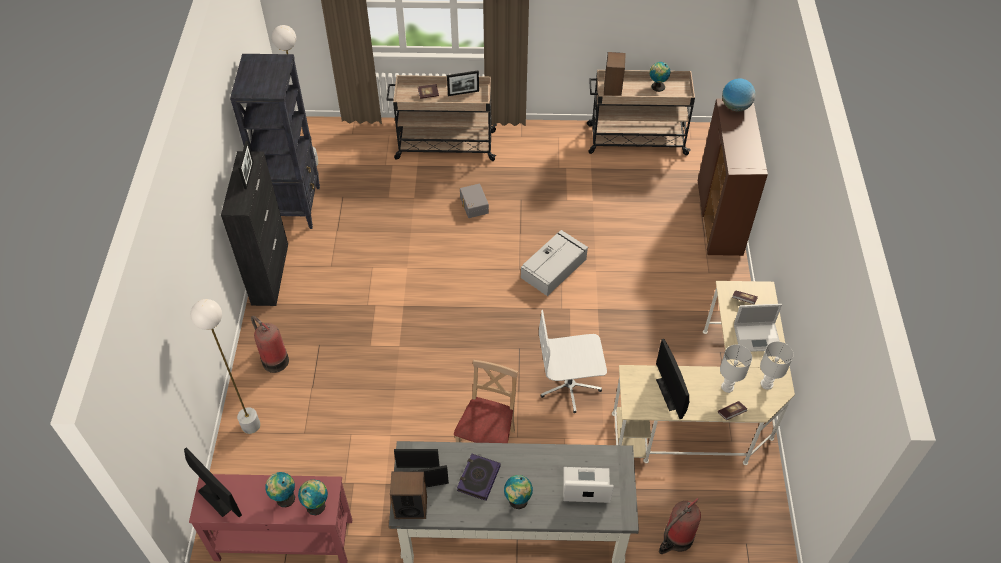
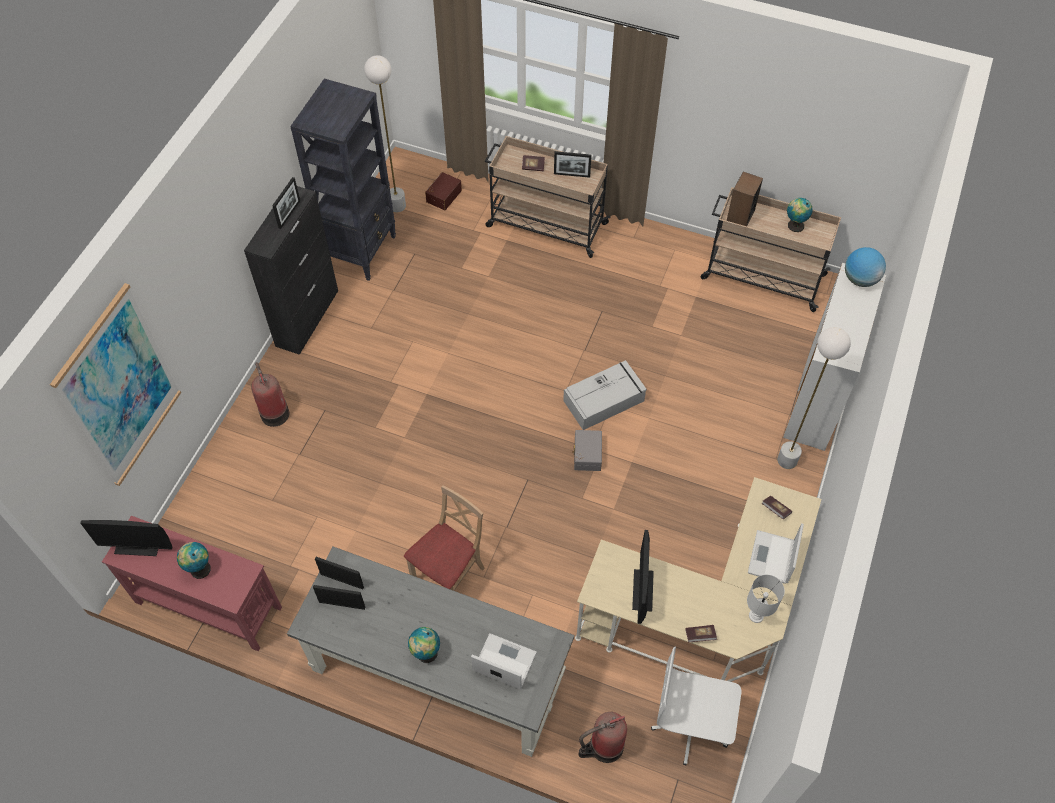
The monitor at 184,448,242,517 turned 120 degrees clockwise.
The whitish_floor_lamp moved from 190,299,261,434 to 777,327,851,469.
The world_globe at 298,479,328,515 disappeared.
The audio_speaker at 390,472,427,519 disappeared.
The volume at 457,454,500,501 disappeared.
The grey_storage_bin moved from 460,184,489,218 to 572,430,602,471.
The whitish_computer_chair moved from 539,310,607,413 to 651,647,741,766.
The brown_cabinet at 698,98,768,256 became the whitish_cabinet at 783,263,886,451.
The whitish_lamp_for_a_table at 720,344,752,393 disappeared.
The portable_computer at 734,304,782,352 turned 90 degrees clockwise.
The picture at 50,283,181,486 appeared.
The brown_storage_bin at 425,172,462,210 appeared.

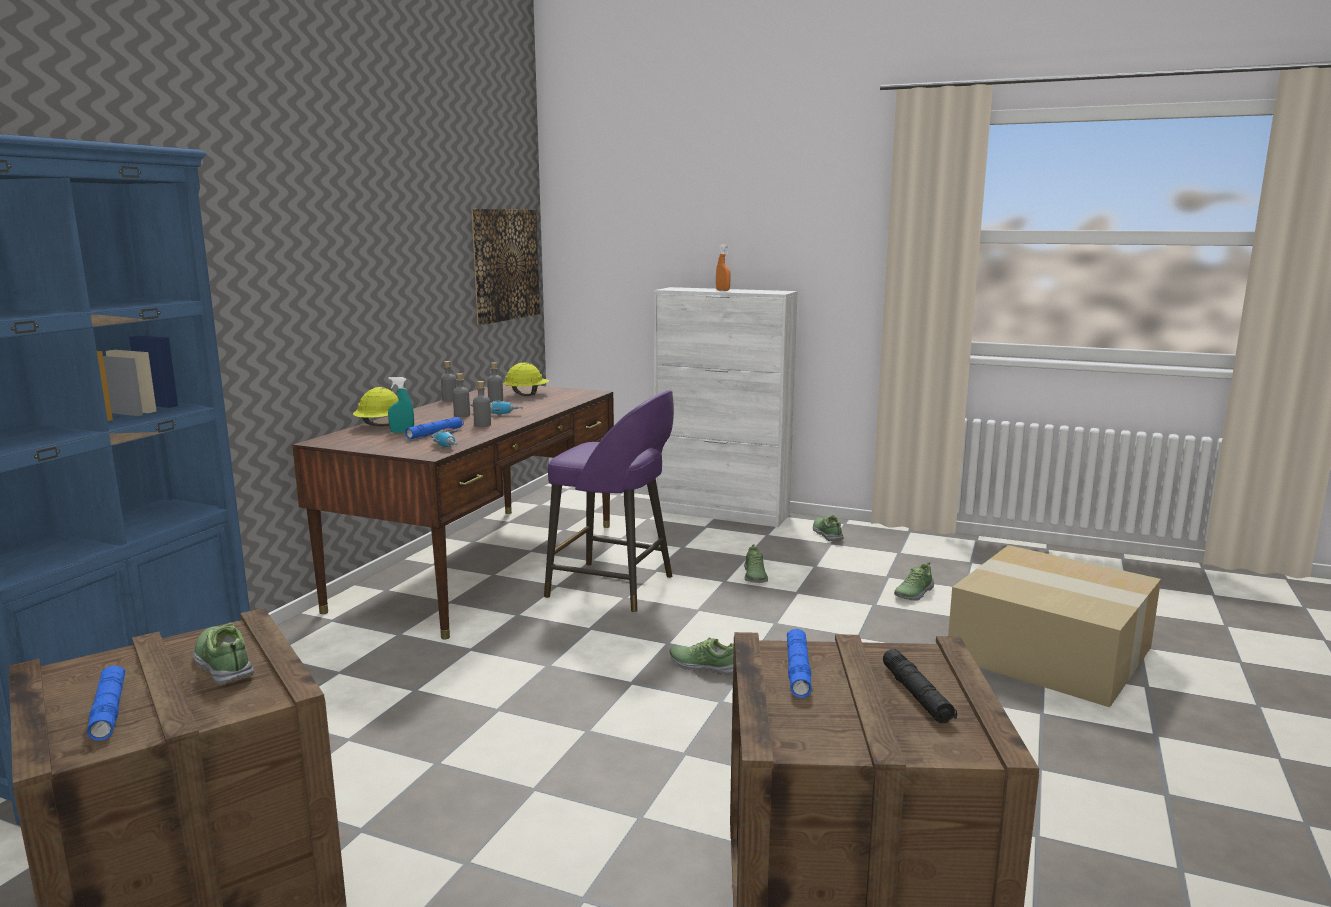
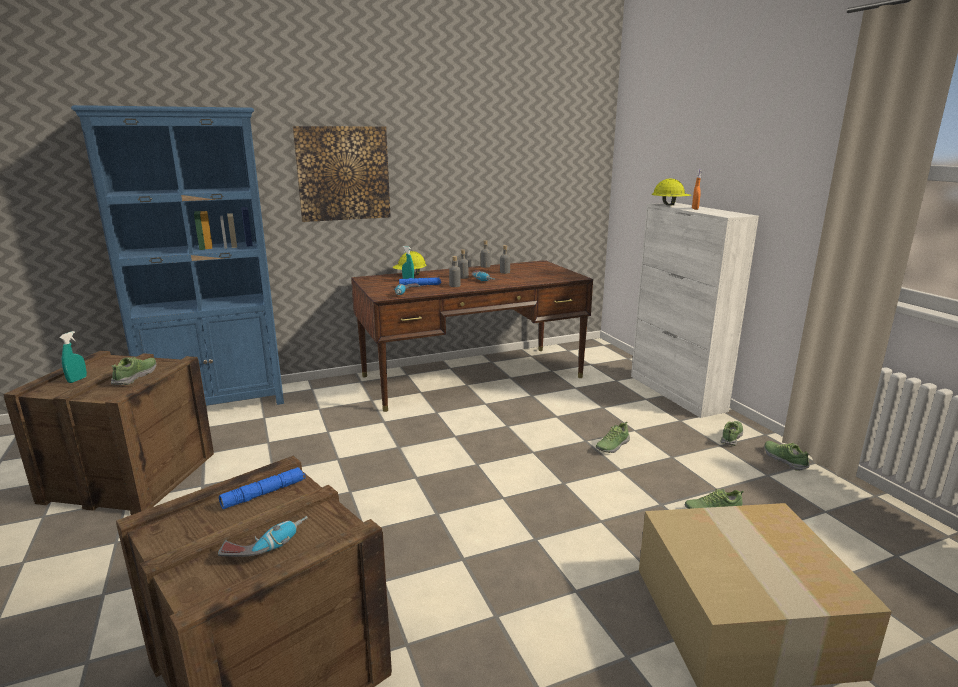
The blue_hand_torch at 87,665,125,741 was replaced by the turquoise-coloured_spray_bottle at 59,331,87,383.
The picture moved from 472,209,540,325 to 293,126,391,222.
The yellowish_hard_hat moved from 504,363,549,396 to 652,178,691,206.
The purple-coloured_stool_seat at 544,390,674,613 disappeared.
The item_of_footwear moved from 670,637,734,675 to 764,441,810,471.
The black-coloured_hand_torch at 883,649,957,723 was replaced by the drill at 218,516,308,557.

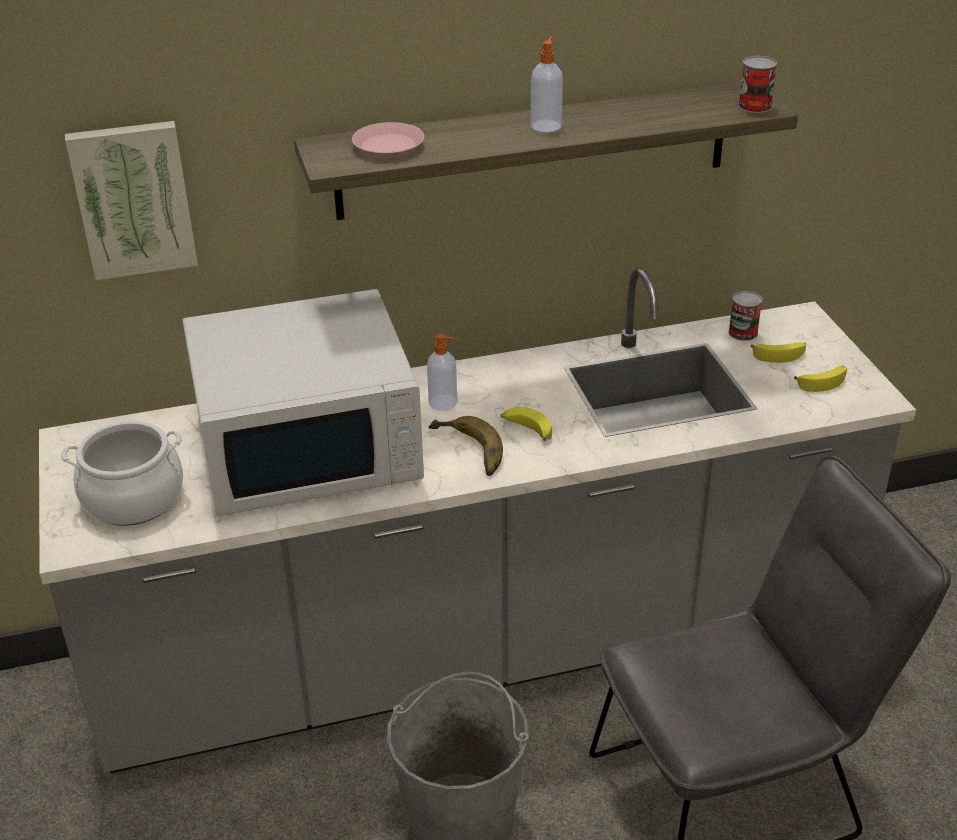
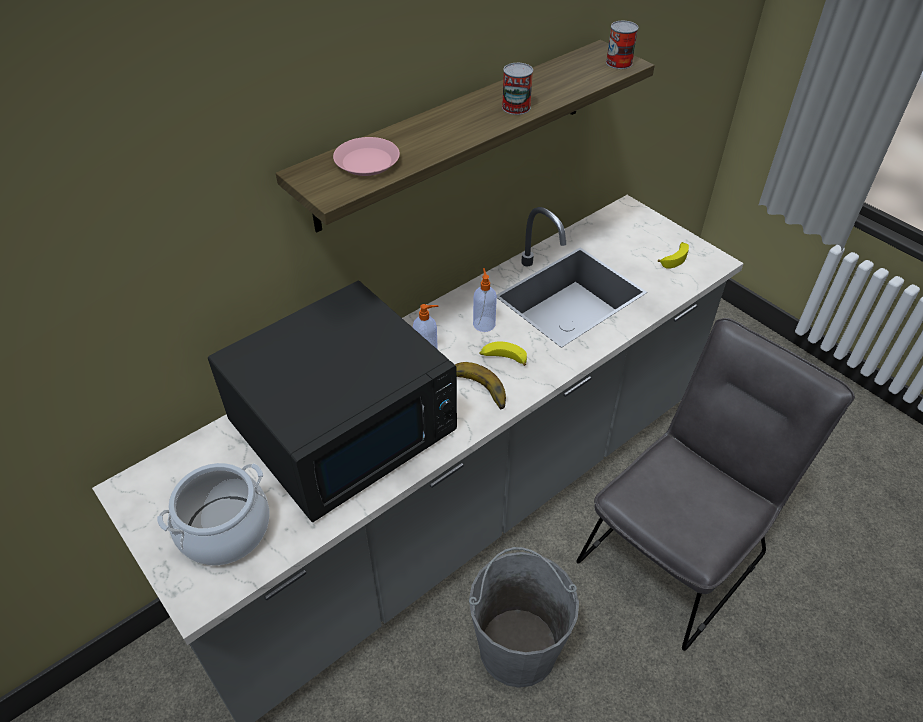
The picture at 65,121,198,280 disappeared.
The whitish_kitchen_microwave at 182,289,424,516 became the black-coloured_kitchen_microwave at 208,280,457,522.
The soap_bottle moved from 531,36,563,132 to 473,268,497,332.
The sealed_can moved from 728,291,762,341 to 502,63,533,115.
The banana_fruit at 750,342,806,363 disappeared.

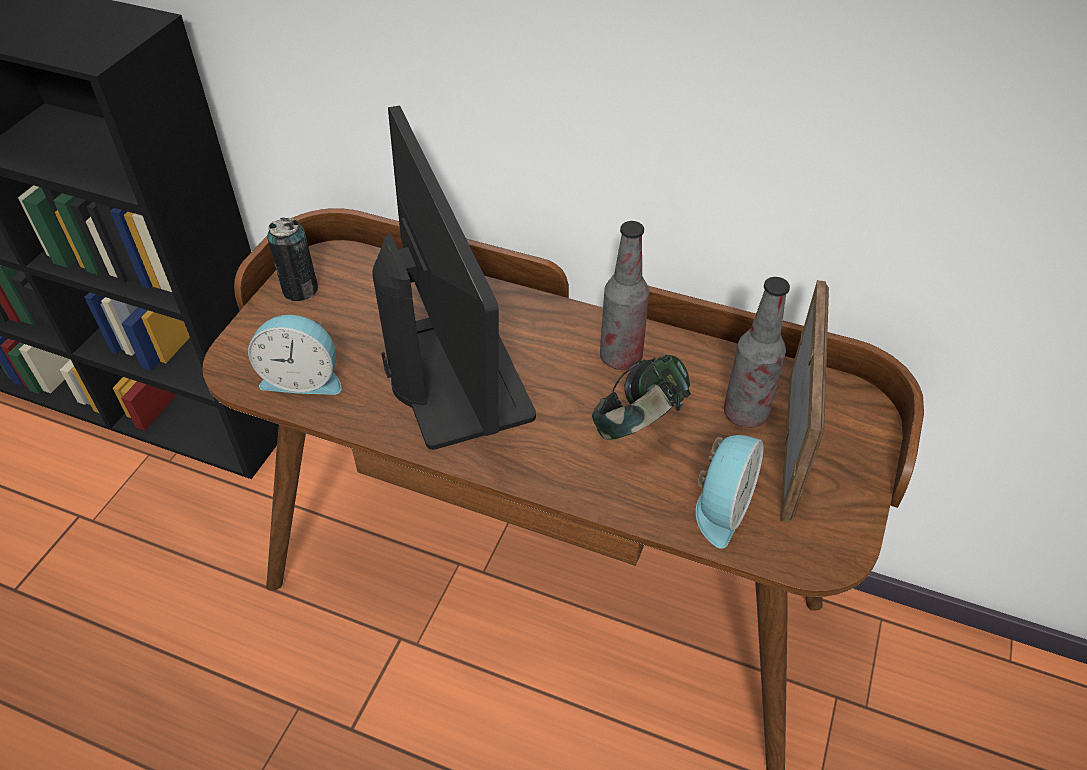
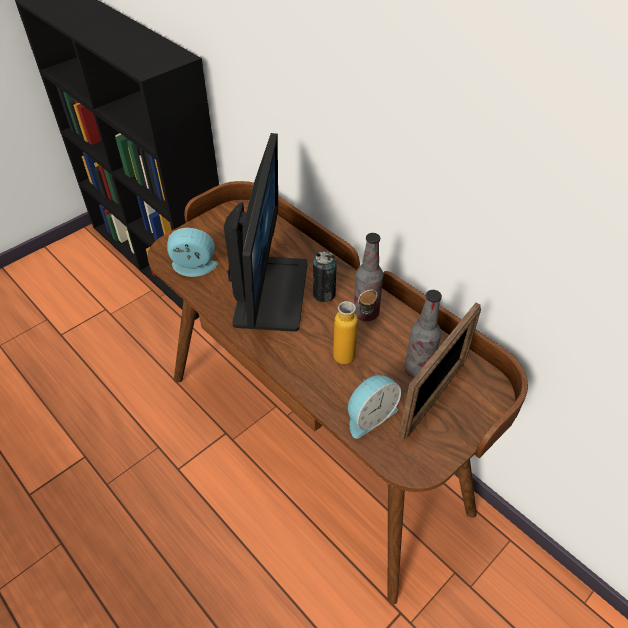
The alarm_clock at 248,315,342,395 turned 150 degrees clockwise.
The sealed_can moved from 267,218,318,301 to 313,251,337,302.
The pair_of_headphones at 592,355,691,440 was replaced by the drink_bottle at 333,289,377,364.

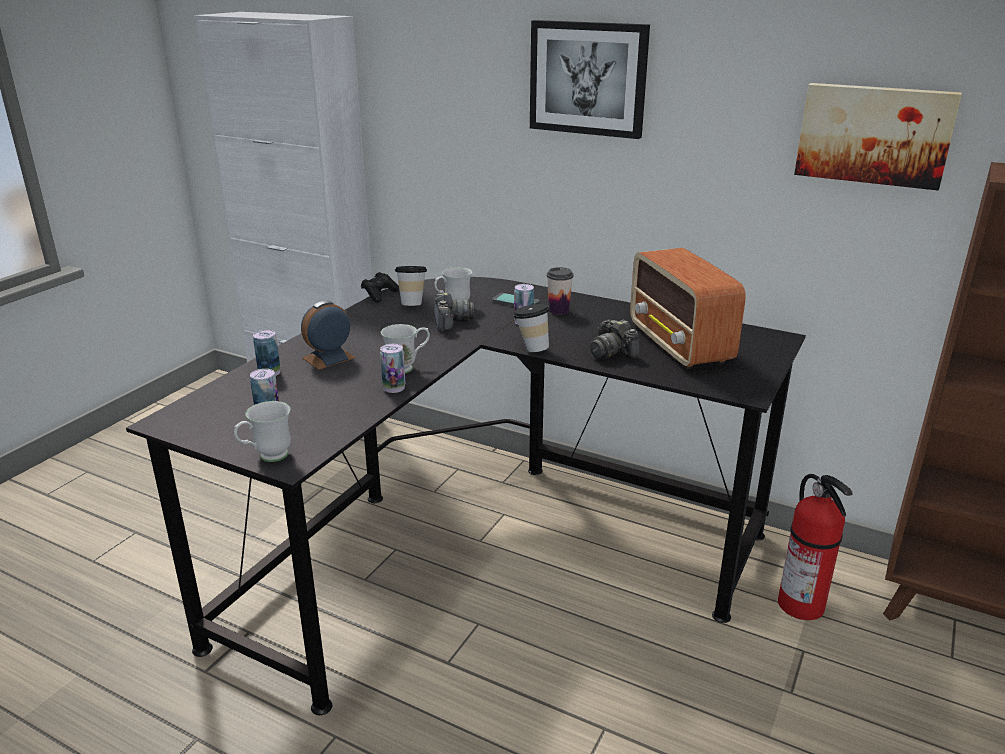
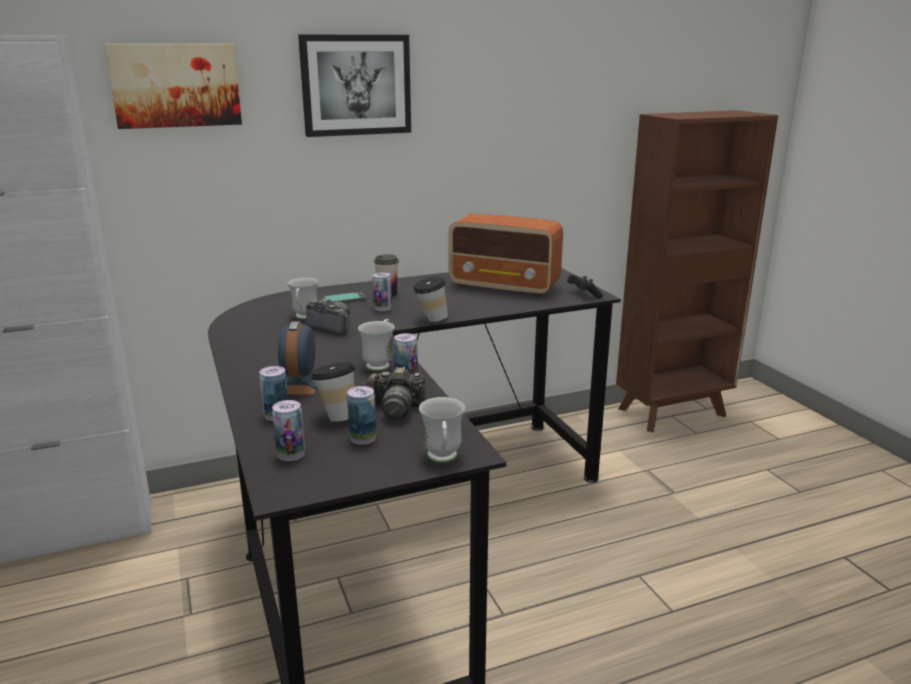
The black-coloured_gamepad moved from 361,272,399,303 to 567,275,603,298.
The small_cup moved from 395,266,427,306 to 311,362,355,422.
The still_camera moved from 590,319,639,359 to 364,367,426,420.
The extinguisher at 778,474,853,620 disappeared.
The picture moved from 794,83,962,191 to 104,44,242,129.
The sealed_can at 272,400,305,461 appeared.

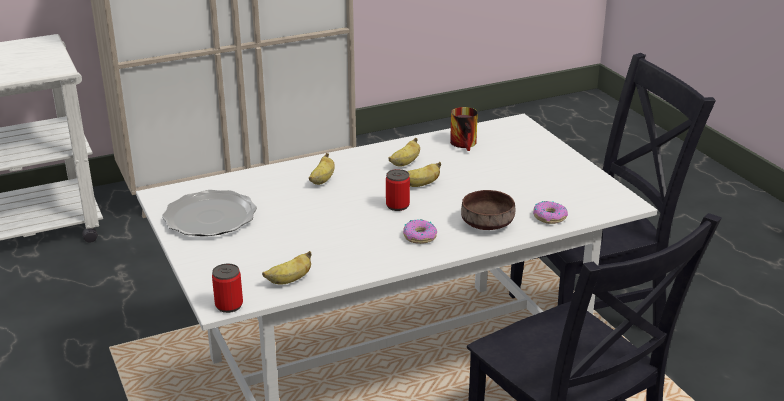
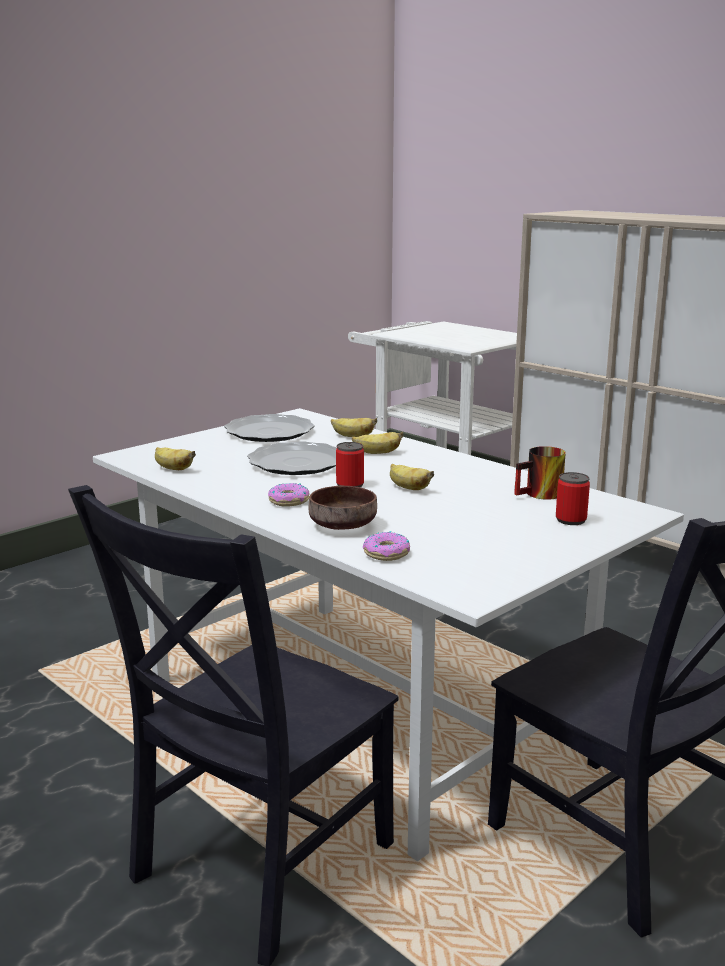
The sealed_can moved from 212,264,243,313 to 556,472,590,525.
The banana_fruit moved from 388,138,420,167 to 331,418,377,437.
The plate at 247,441,337,475 appeared.

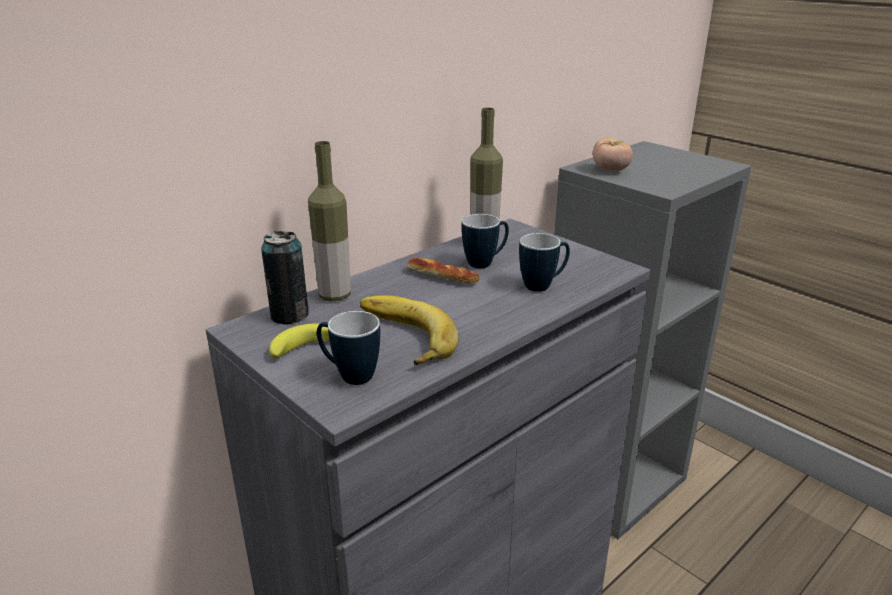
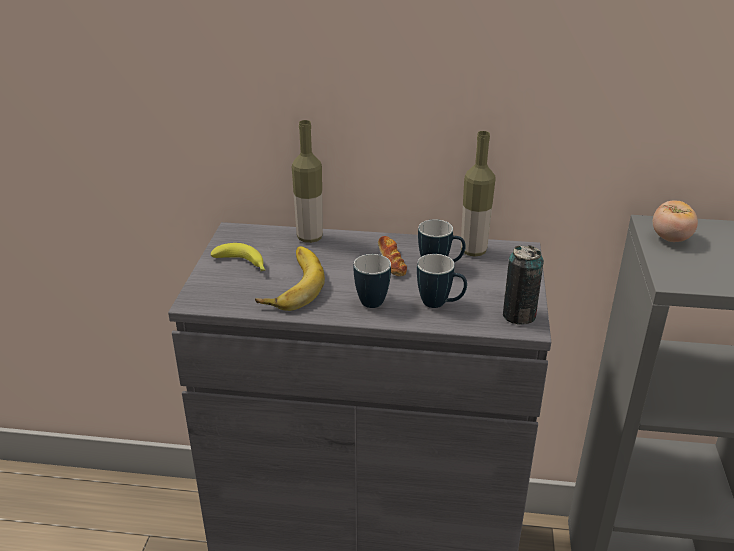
The sealed_can moved from 261,231,309,325 to 503,245,544,325.
The tea_mug moved from 317,311,380,385 to 354,254,391,308.

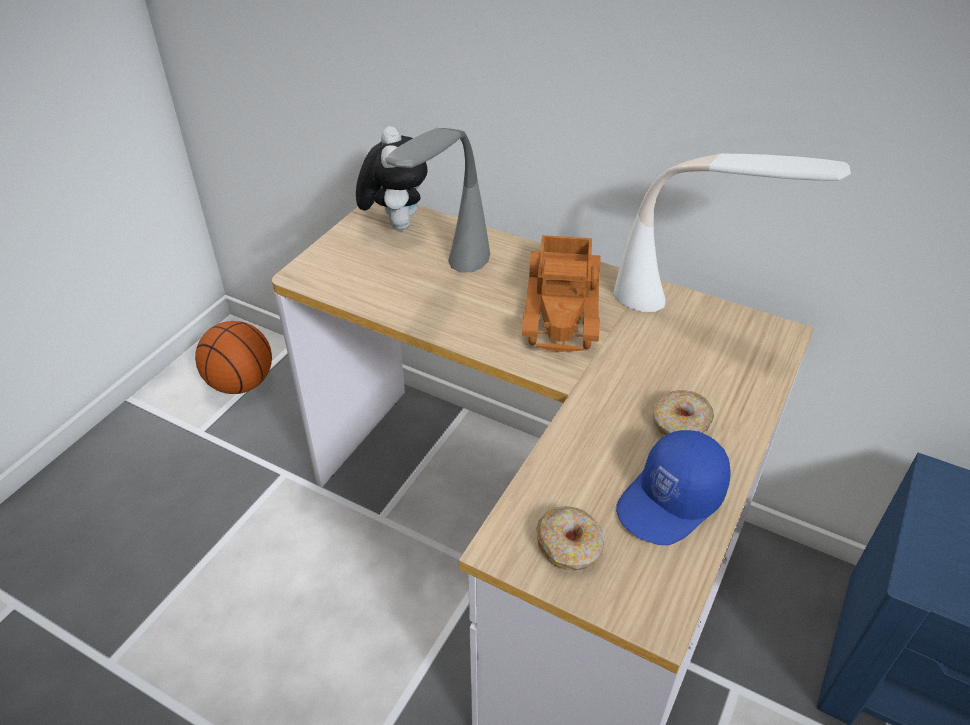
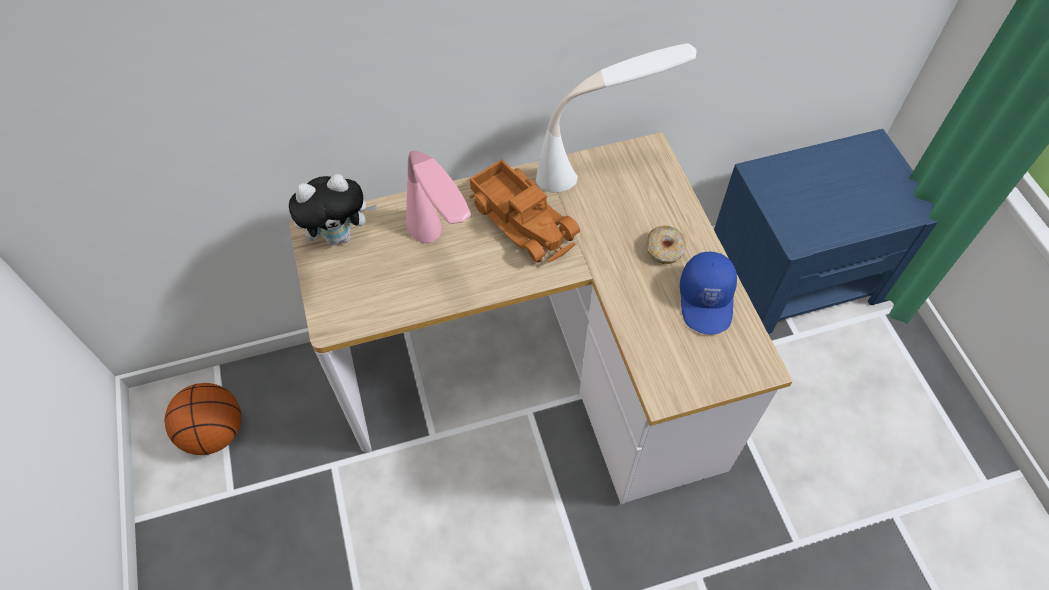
The soft_toy at 356,126,428,230 turned 120 degrees clockwise.
The grey_lamp_for_a_table at 386,128,490,272 became the pink_lamp_for_a_table at 406,151,471,243.
The donut at 536,506,604,570 disappeared.

